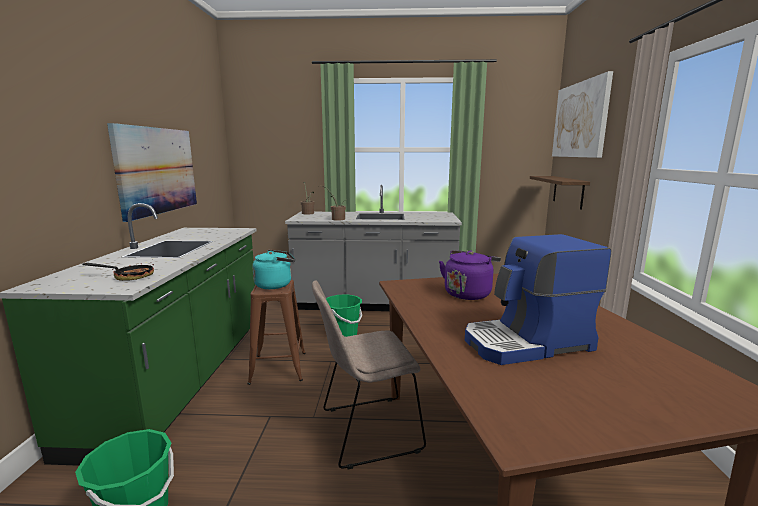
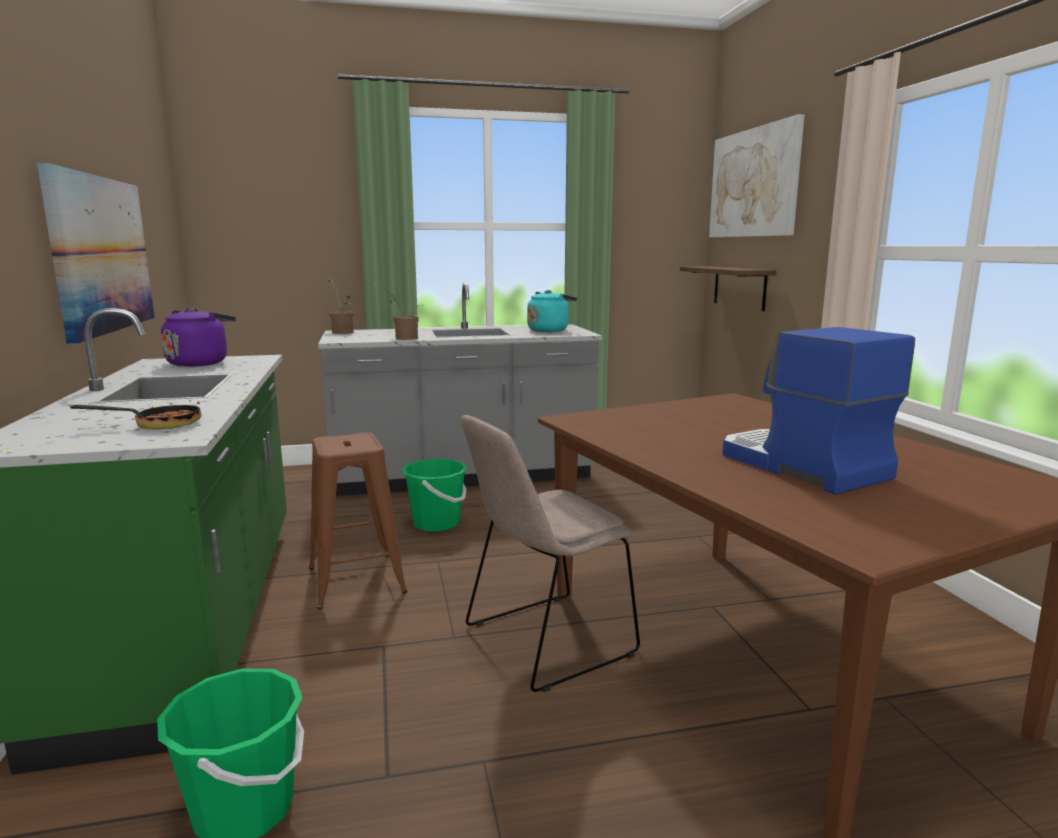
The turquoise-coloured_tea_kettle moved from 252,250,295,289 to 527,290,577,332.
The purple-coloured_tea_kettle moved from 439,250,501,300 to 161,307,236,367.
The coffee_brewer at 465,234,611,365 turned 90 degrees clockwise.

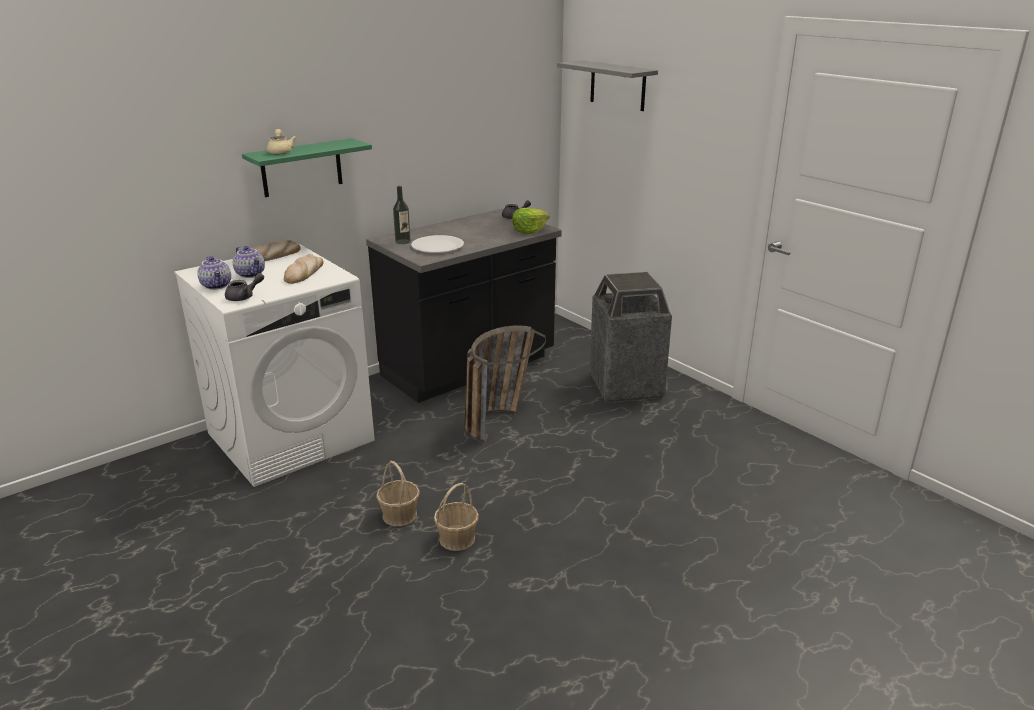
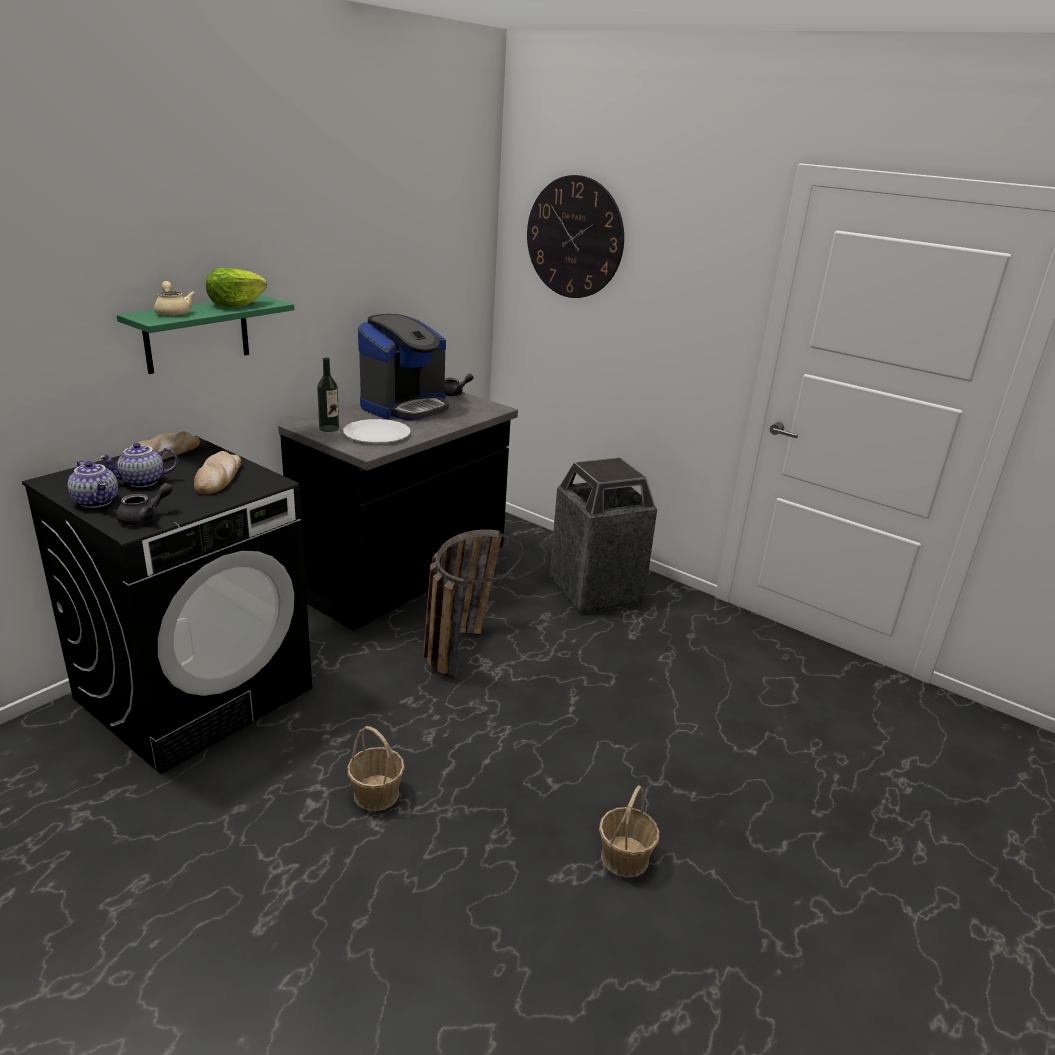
The whitish_laundry_machine at 174,244,375,487 became the black-coloured_laundry_machine at 22,436,312,774.
The teapot at 233,246,265,278 turned 120 degrees clockwise.
The household_basket moved from 434,483,479,551 to 599,785,660,878.
The head_of_lettuce moved from 512,208,550,234 to 206,268,267,307.
The grey_bracket_shelf at 557,60,658,111 was replaced by the wall_clock at 527,175,624,298.
The coffee_brewer at 358,314,449,421 appeared.

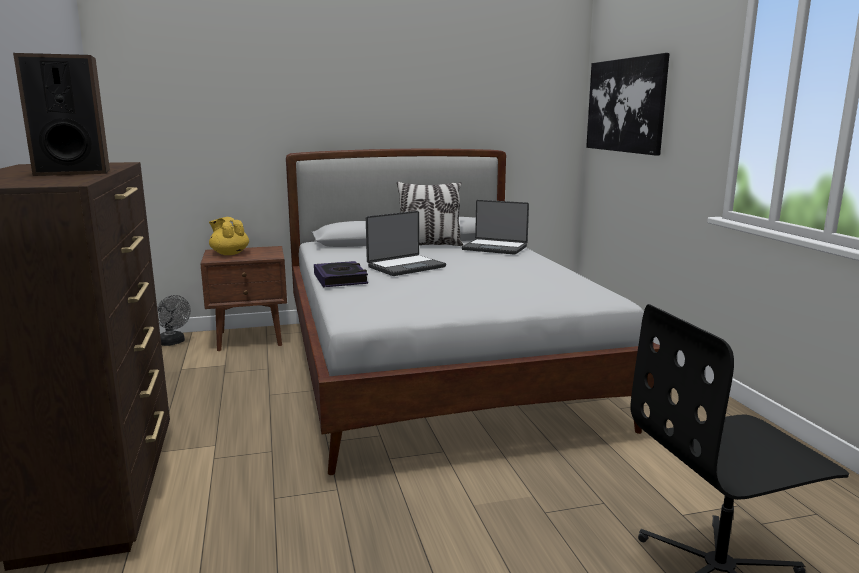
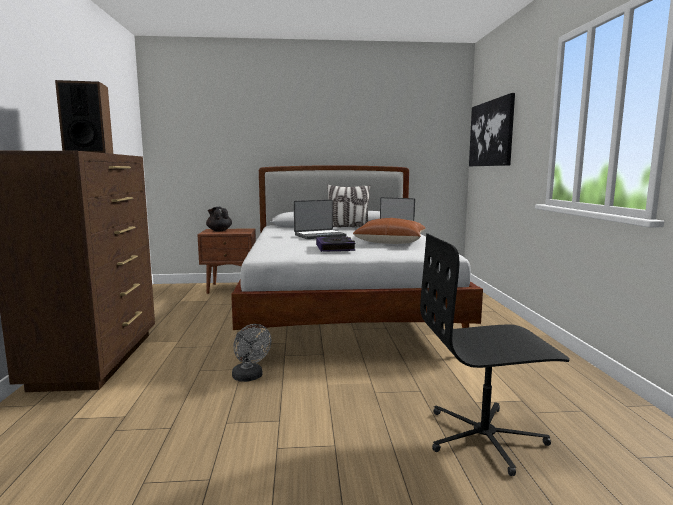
The grey_cooling_fan moved from 157,295,191,346 to 232,324,271,382.
The yellowish_teapot at 209,217,249,255 became the black-coloured_teapot at 206,207,232,232.
The volume moved from 314,261,368,287 to 316,237,355,252.
The brown_cushion at 353,218,426,244 appeared.

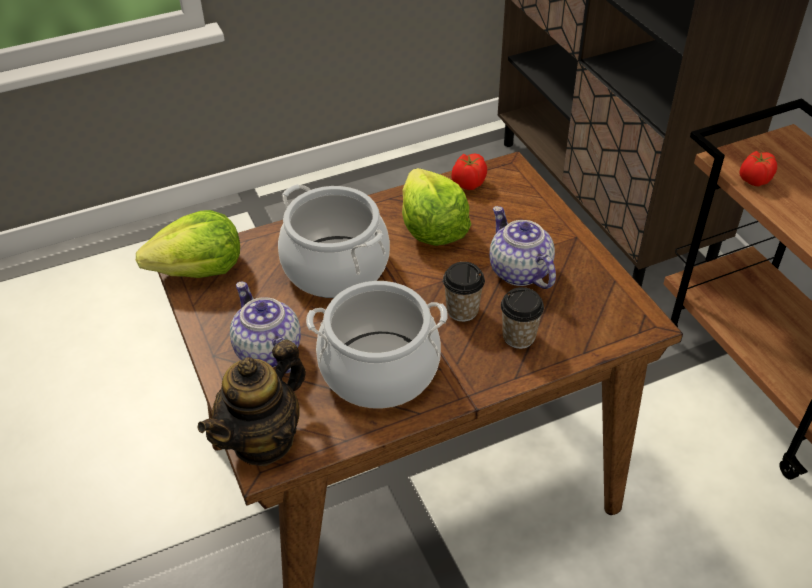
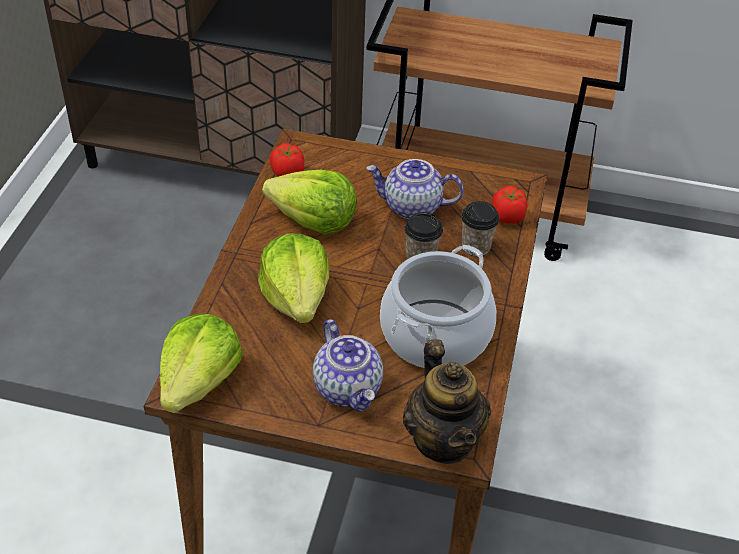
The teapot at 230,281,301,374 turned 120 degrees counterclockwise.
The stockpot at 278,184,390,298 was replaced by the head_of_lettuce at 258,233,329,323.
The fresh_tomato moved from 739,151,777,186 to 492,186,528,224.

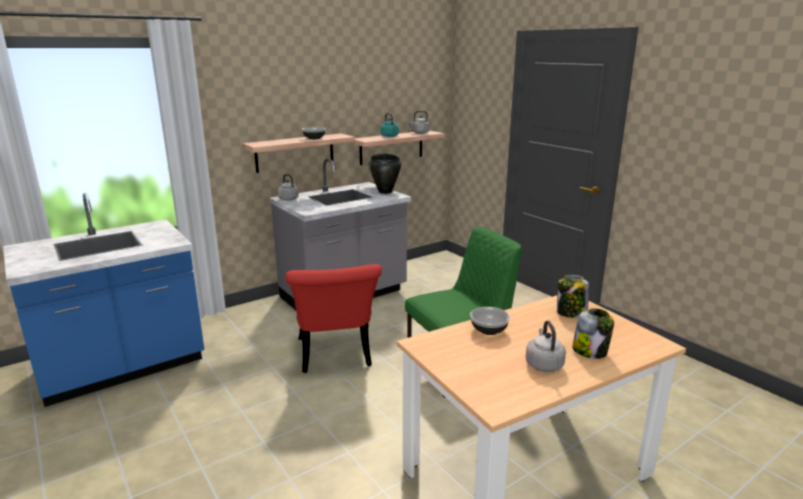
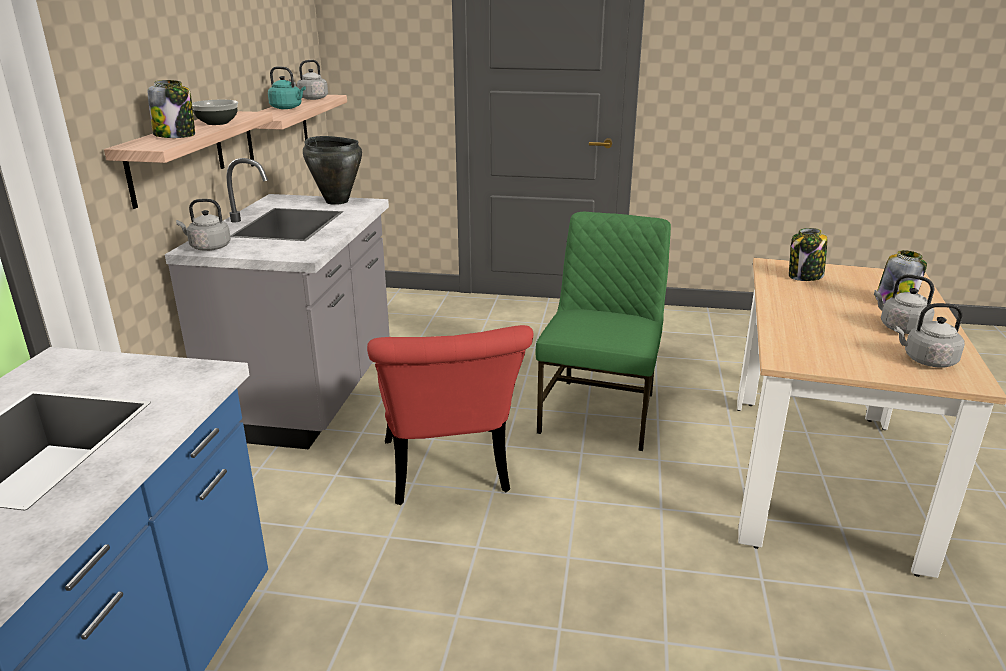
The red-coloured_upright_chair at 286,264,382,373 turned 45 degrees clockwise.
The deep_dish at 470,307,510,335 disappeared.
The preserve_jar at 148,80,195,138 appeared.
The grey_tea_kettle at 894,303,965,368 appeared.

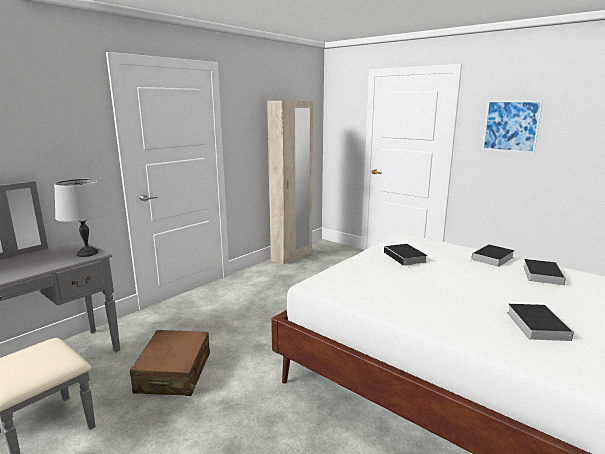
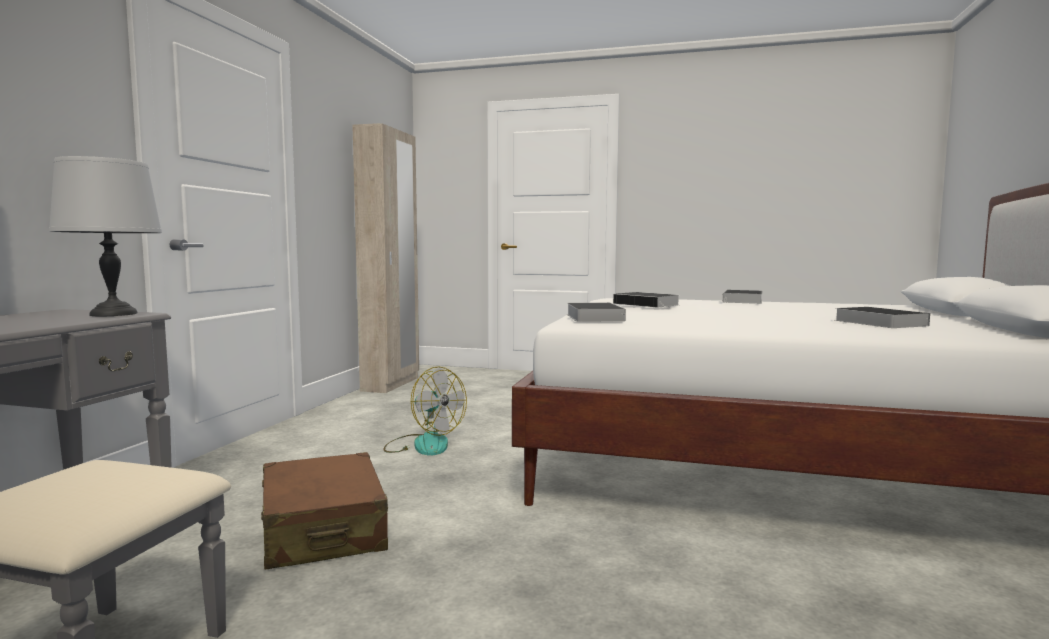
The picture at 482,100,543,153 disappeared.
The volume moved from 523,259,566,285 to 567,303,626,322.
The cooling_fan at 383,366,467,456 appeared.

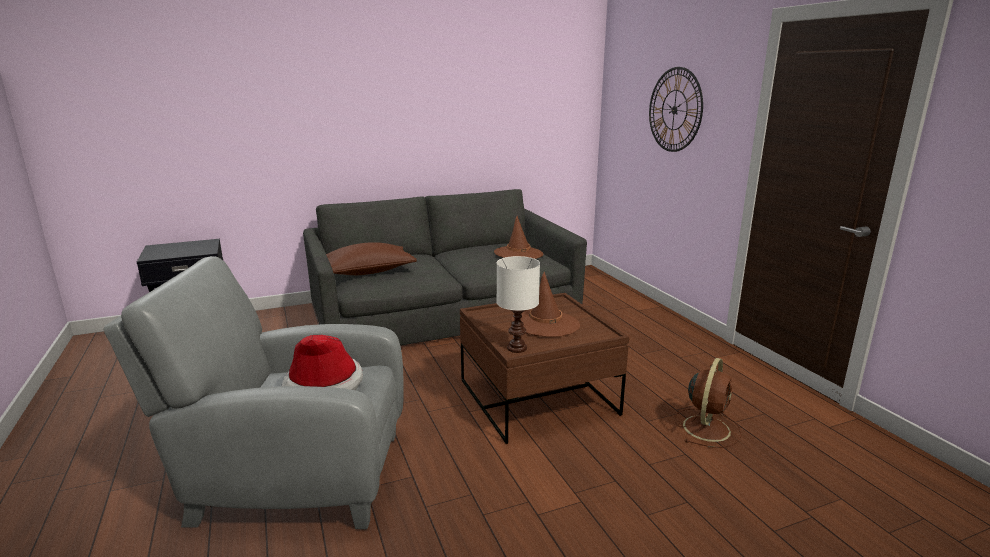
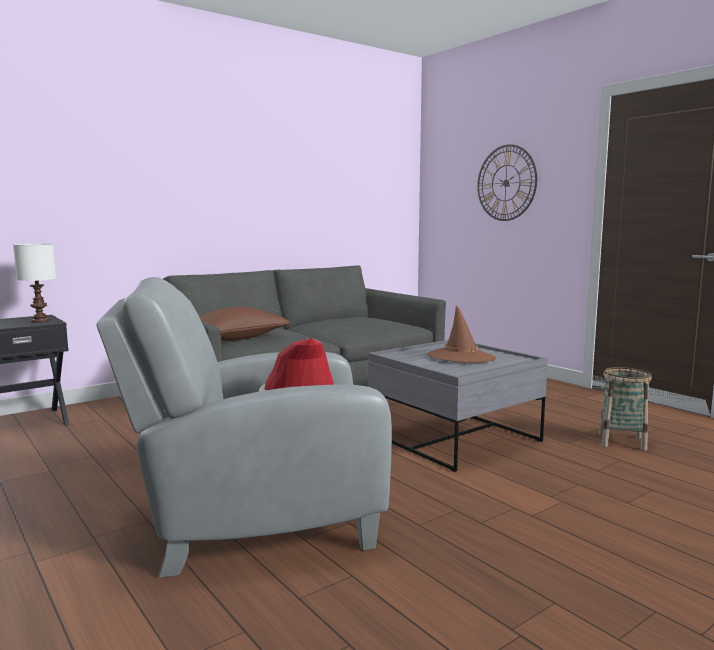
The brown_low_table at 460,293,629,444 became the grey_low_table at 368,340,548,472.
The brown_hat at 494,216,543,259 disappeared.
The whitish_lamp_for_a_table moved from 497,256,540,353 to 13,244,56,323.
The brown_cooling_fan at 674,358,741,448 was replaced by the household_basket at 599,367,652,451.

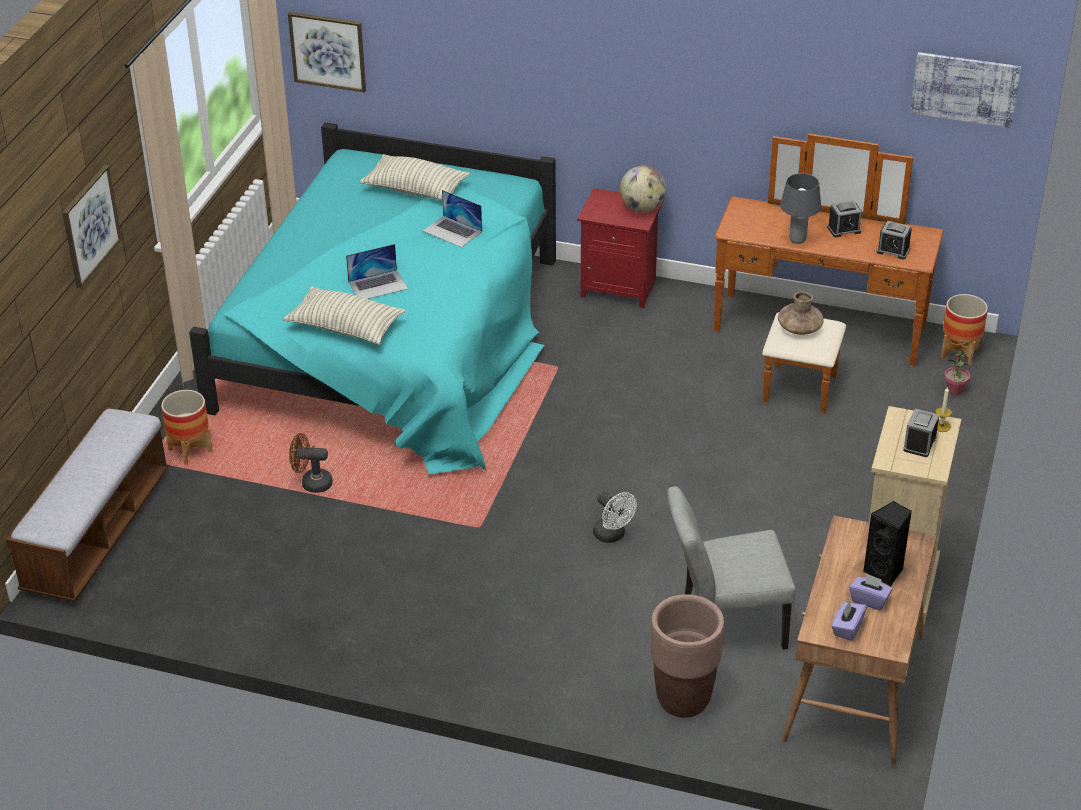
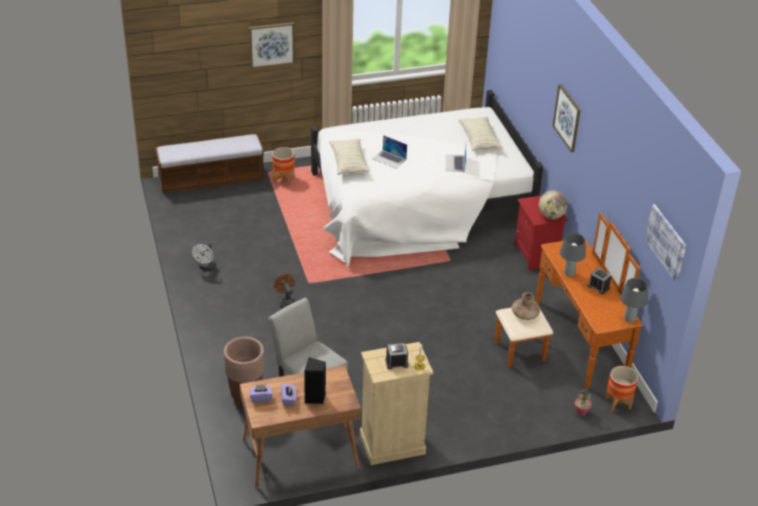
The turquoise-coloured_bed at 189,122,556,474 became the whitish_bed at 311,90,543,267.
The picture moved from 288,12,366,93 to 553,84,581,152.
The brown_cooling_fan moved from 289,433,333,493 to 274,274,296,309.
The whitish_cooling_fan moved from 593,492,637,543 to 192,243,216,271.
The alarm_clock at 876,221,912,259 disappeared.
The grey_lamp_for_a_table at 620,278,648,323 appeared.

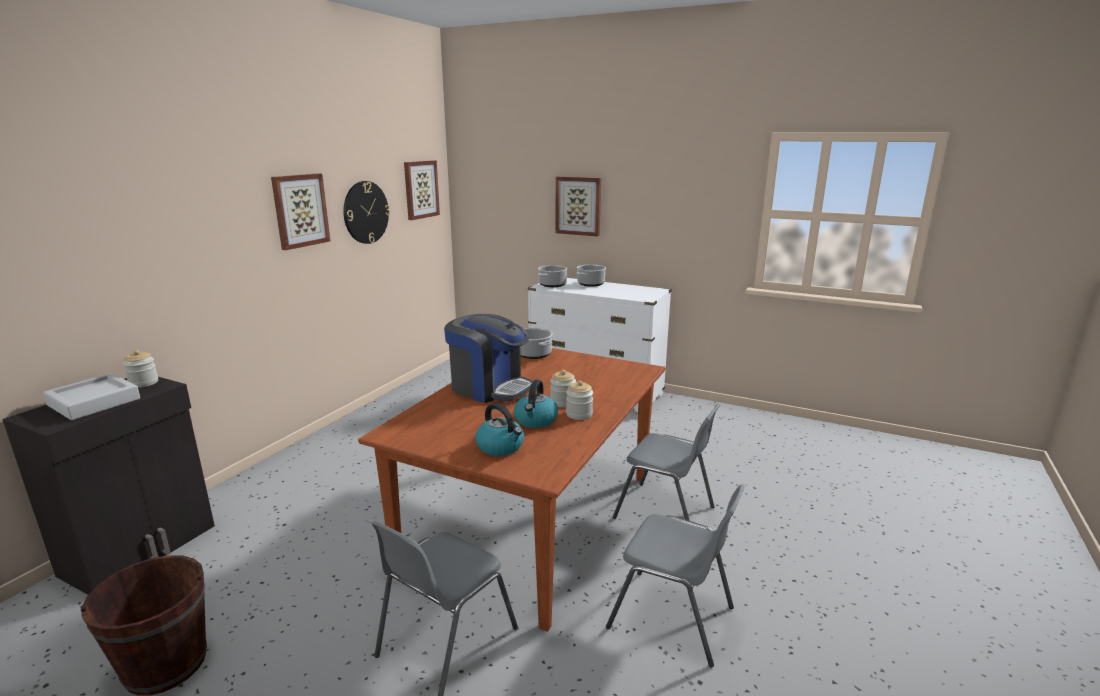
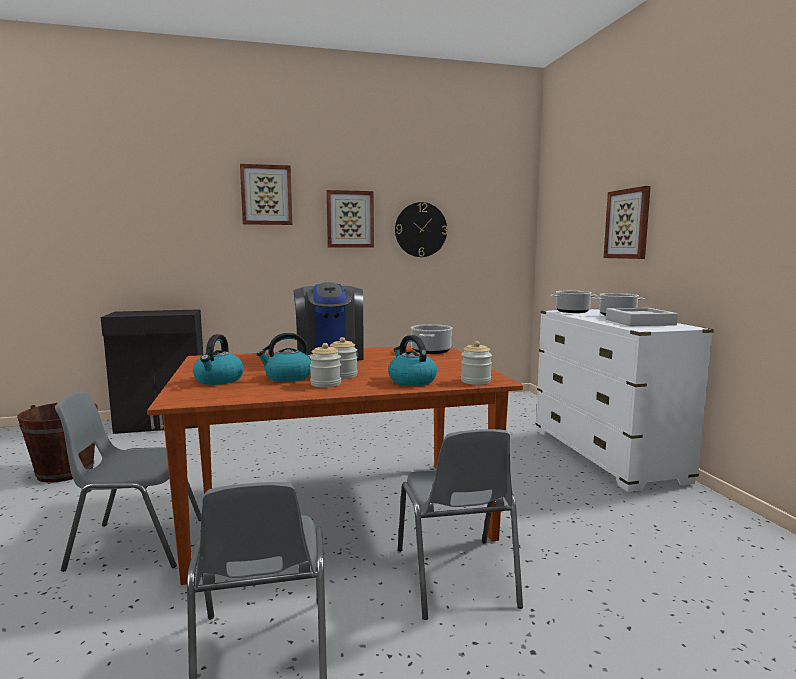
The grey_serving_tray moved from 43,373,140,420 to 606,308,678,326.
The preserve_jar moved from 123,350,158,388 to 461,341,492,385.
The picture moved from 404,161,440,220 to 240,164,292,225.
The tea_kettle at 388,335,437,386 appeared.

